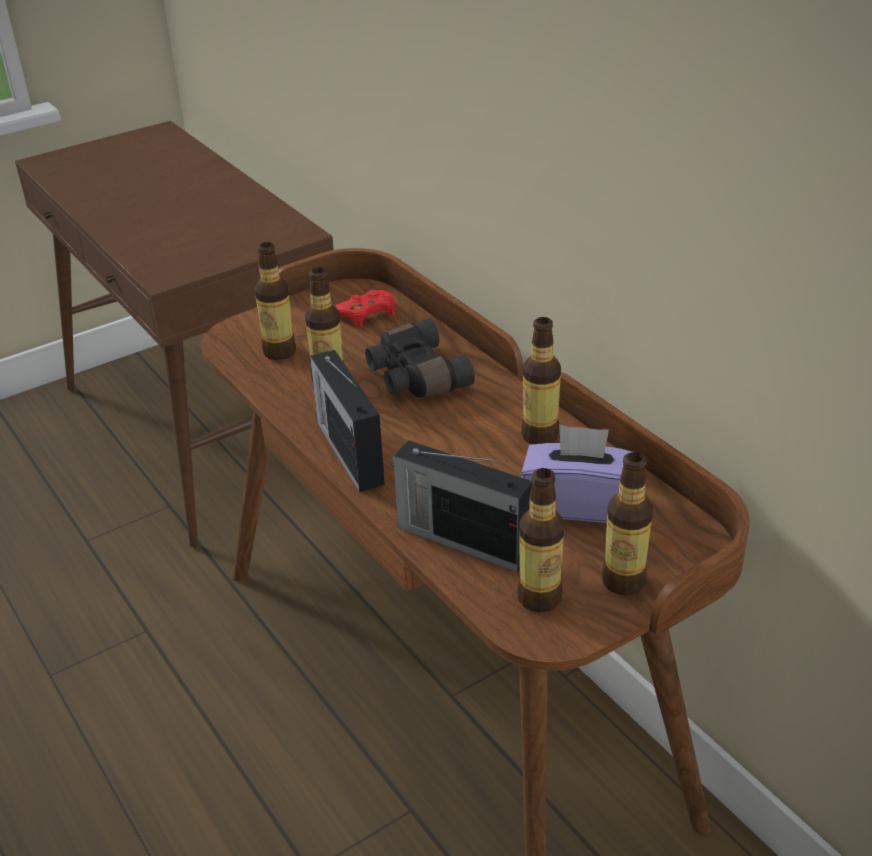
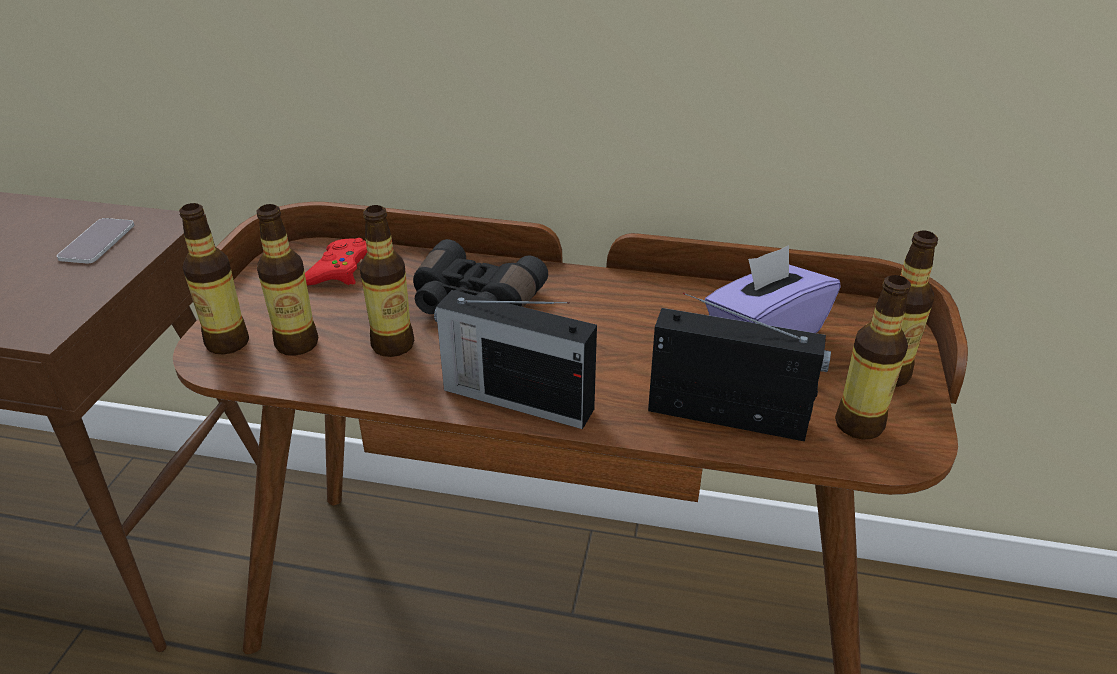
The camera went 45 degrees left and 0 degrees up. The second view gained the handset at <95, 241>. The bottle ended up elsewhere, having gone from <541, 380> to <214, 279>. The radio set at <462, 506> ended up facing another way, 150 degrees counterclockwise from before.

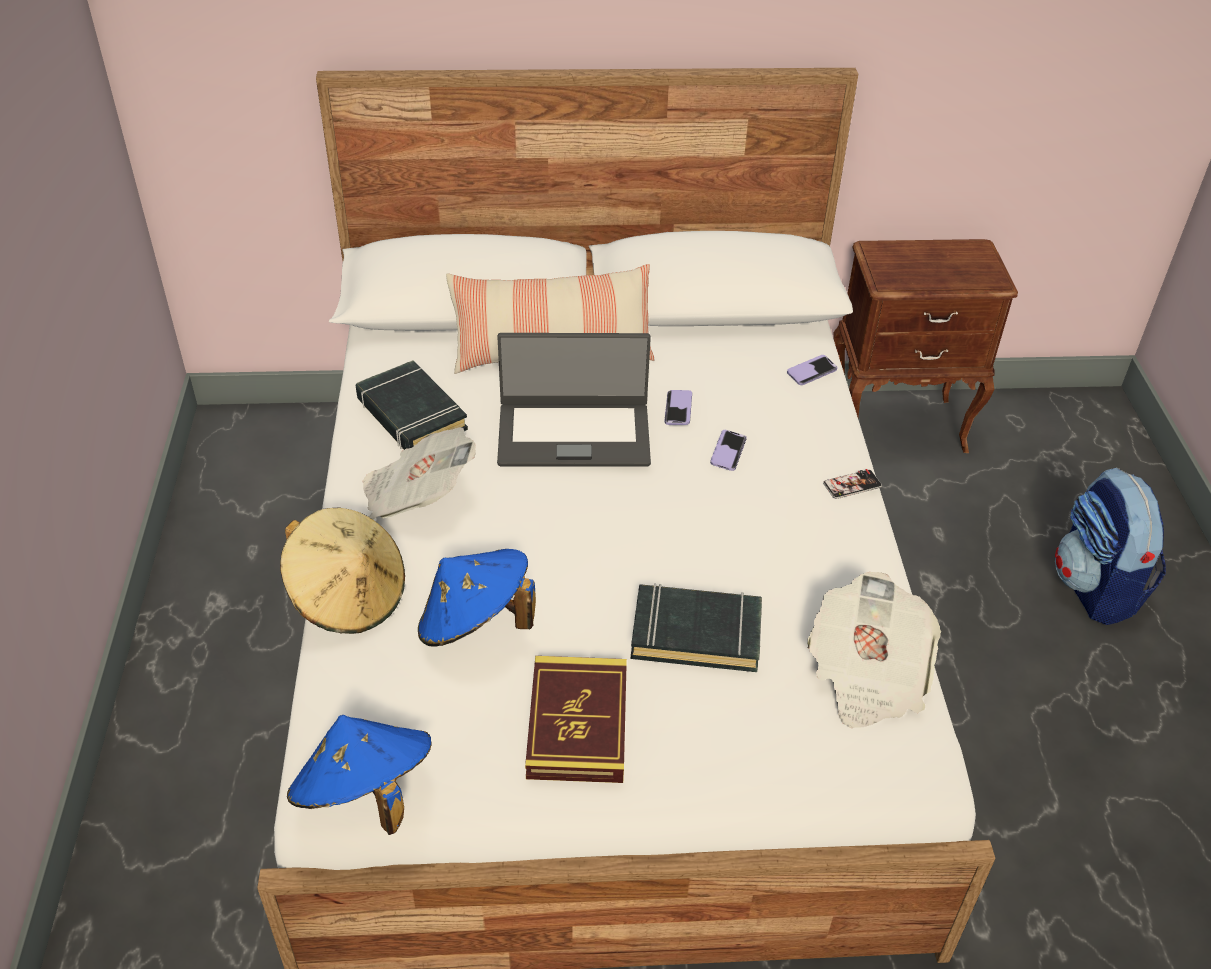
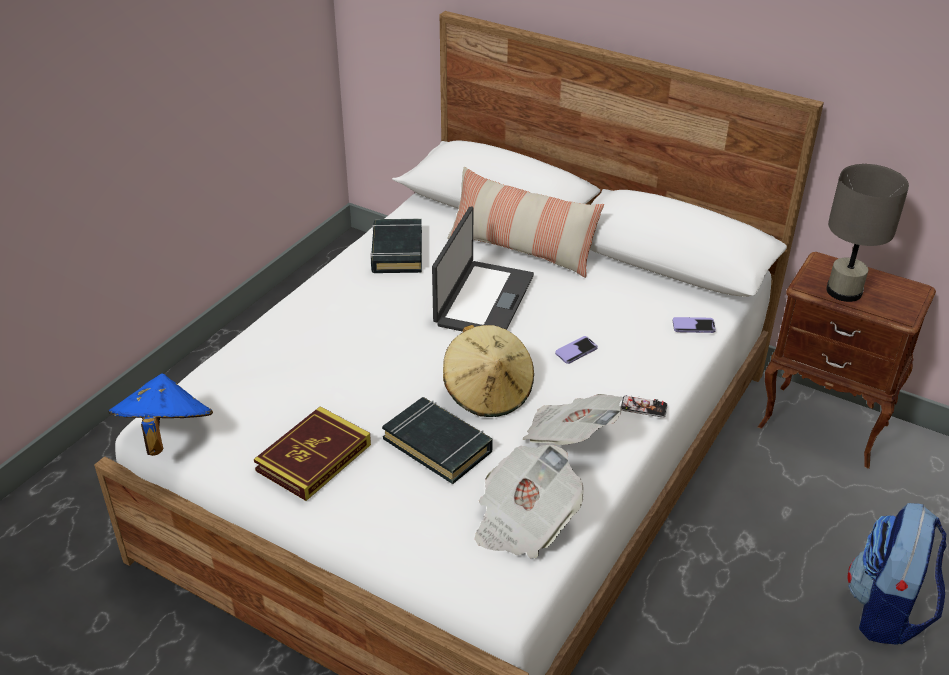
The camera went 35 degrees right and 5 degrees down. The laptop at <574, 399> ended up facing another way, 105 degrees counterclockwise from before. The hat/beige-coloured ended up elsewhere, having gone from <342, 570> to <488, 371>. The printed paper ended up elsewhere, having gone from <419, 473> to <572, 419>. The second view gained the tabletop lamp/gray at <867, 233>. The second view lost the hat/blue at <477, 598>. The second view lost the handset at <678, 407>.

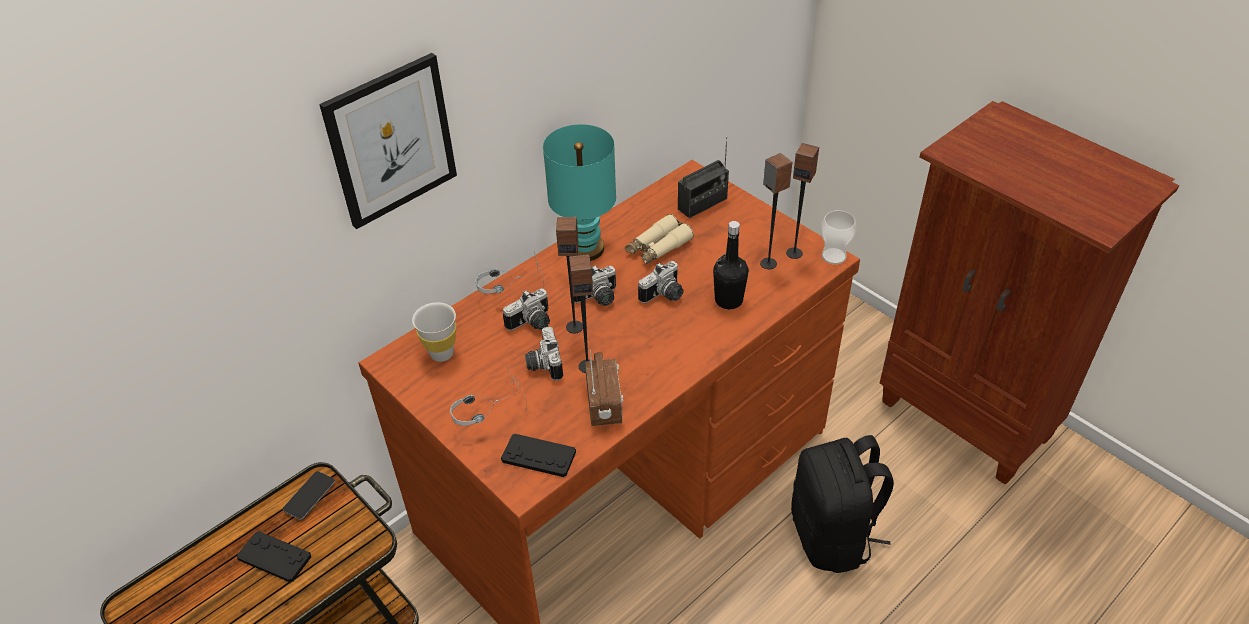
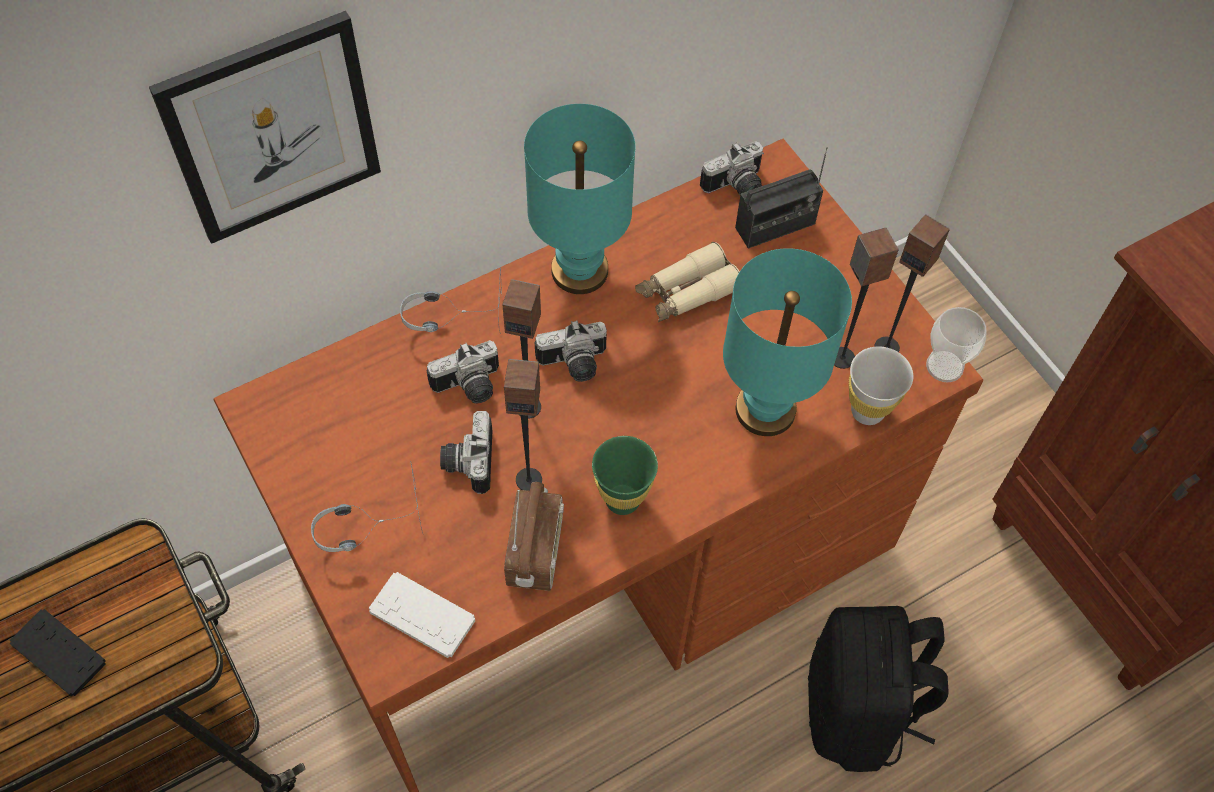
The camera went 10 degrees right and 15 degrees up. What was the joypad/blackish at <538, 455> turned into the joypad/white at <422, 615>. The second view gained the drinking cup/greenish at <625, 475>. The still camera ended up elsewhere, having gone from <661, 282> to <732, 168>. Where the bottle/blackish stood at <731, 265>, the tabletop lamp/turquoise came to stand at <787, 342>. The drinking cup/white ended up elsewhere, having gone from <434, 332> to <881, 385>. The second view lost the handset at <309, 495>.

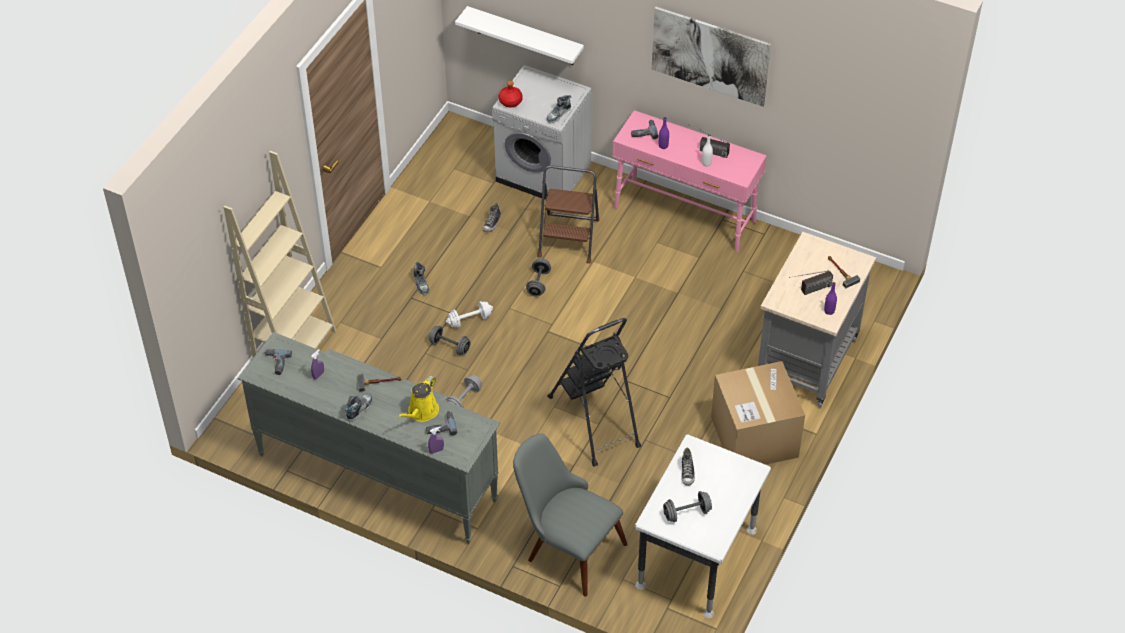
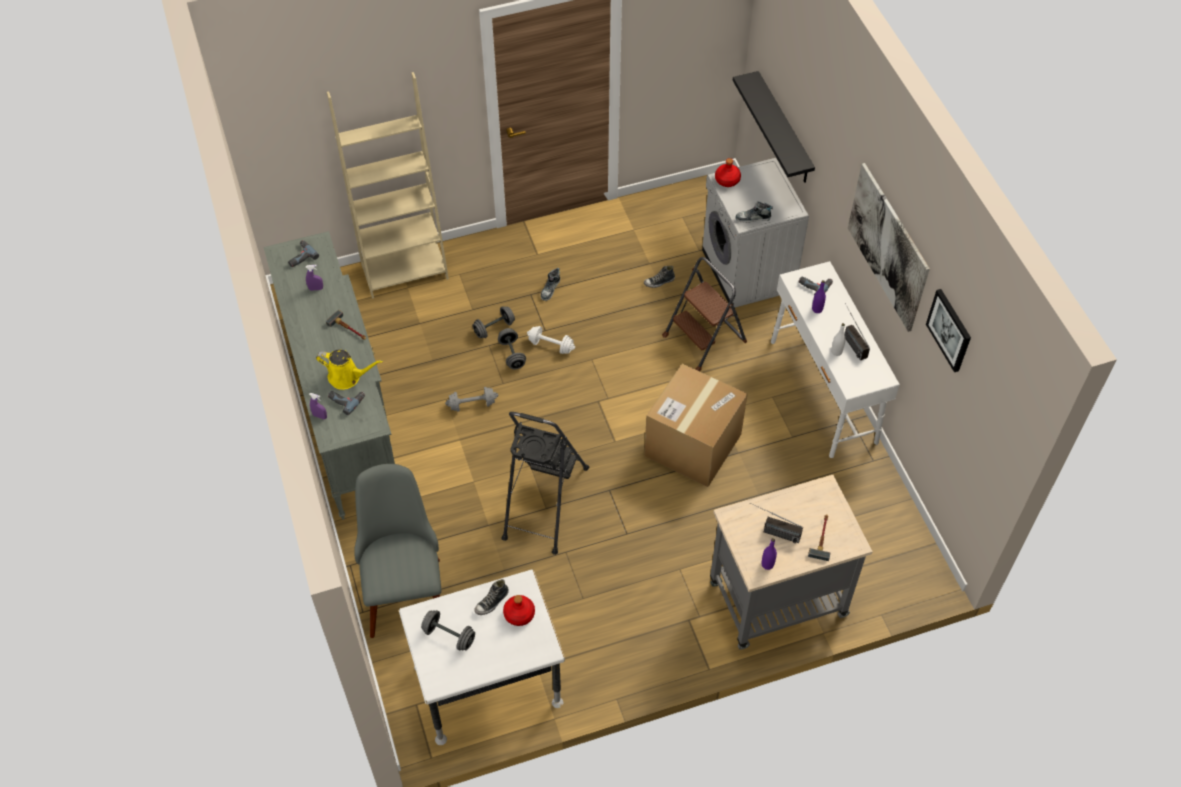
The camera went 45 degrees right and 5 degrees up. The sprinkling can/yellow at <418, 399> ended up facing another way, 150 degrees counterclockwise from before. The dumbbell/gray ended up elsewhere, having gone from <538, 277> to <494, 322>. The second view gained the bottle/red at <519, 610>. The cardboard box ended up elsewhere, having gone from <758, 413> to <696, 425>. What was the bracket shelf/white at <519, 35> turned into the bracket shelf/blackish at <774, 127>. What was the hall table/pinkish at <689, 181> turned into the hall table/white at <835, 359>. The second view gained the wall art at <948, 330>. The second view lost the low shoe at <359, 407>.

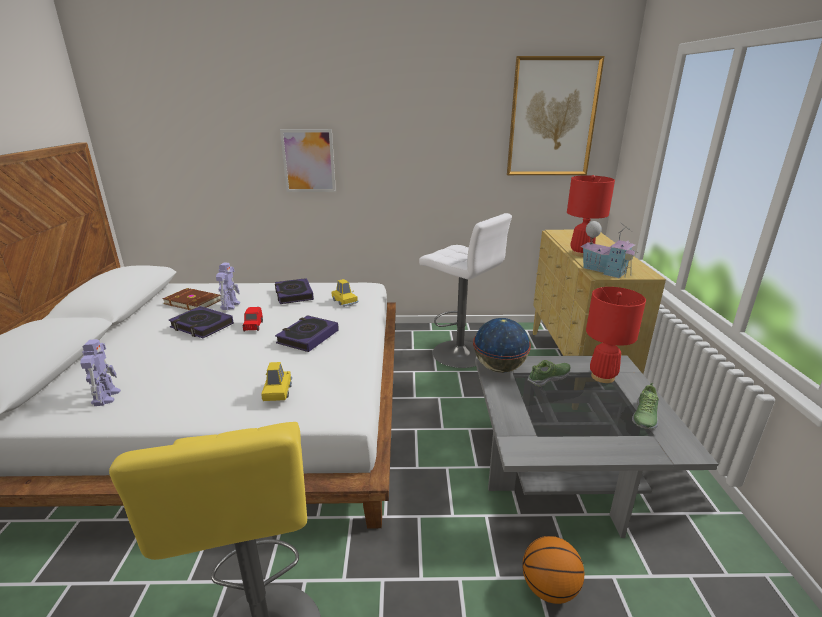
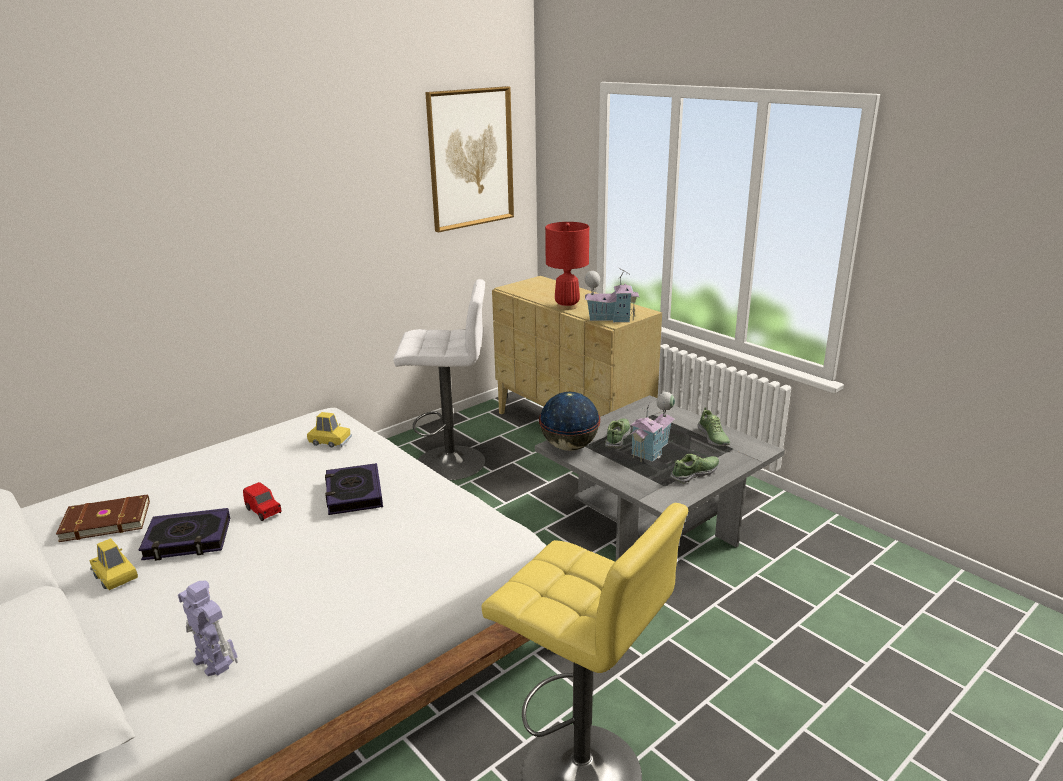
The camera went 40 degrees left and 0 degrees up. The toy car/yellow ended up elsewhere, having gone from <277, 381> to <114, 564>. The second view gained the model house at <652, 427>. The second view gained the low shoe at <694, 468>. The second view lost the toy robot at <228, 286>. The second view lost the volume at <294, 291>. The second view lost the wall art at <308, 160>. The second view lost the ball for basketball at <553, 570>. The second view lost the tabletop lamp/red at <616, 335>.

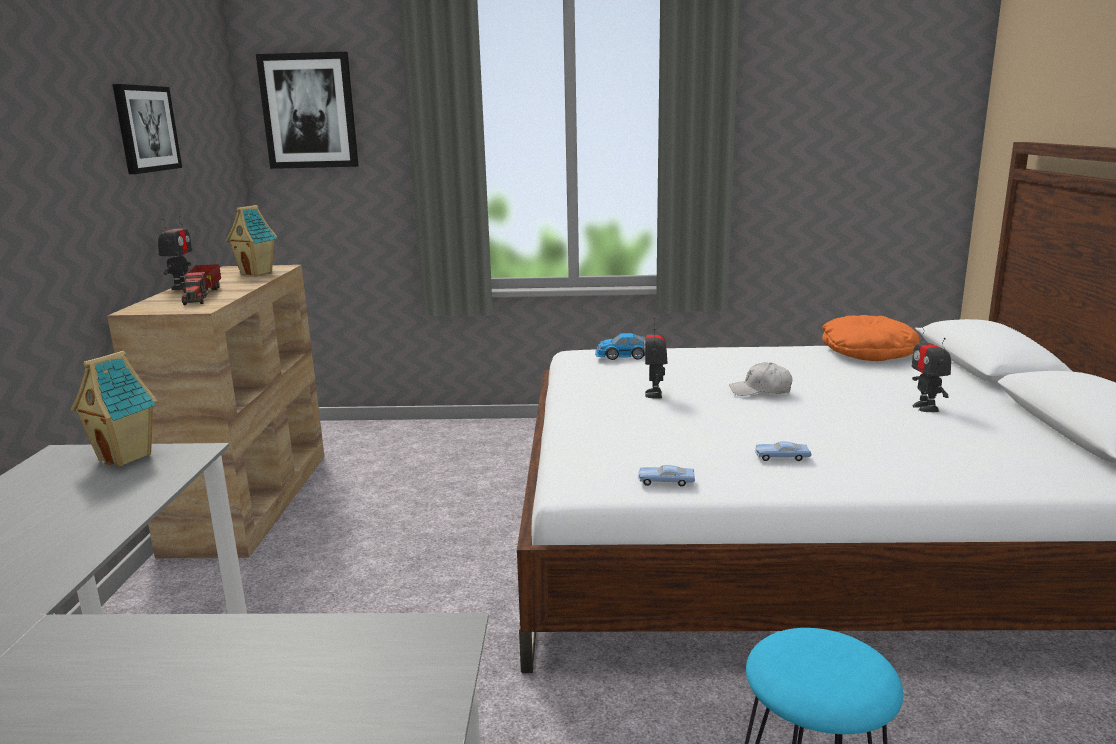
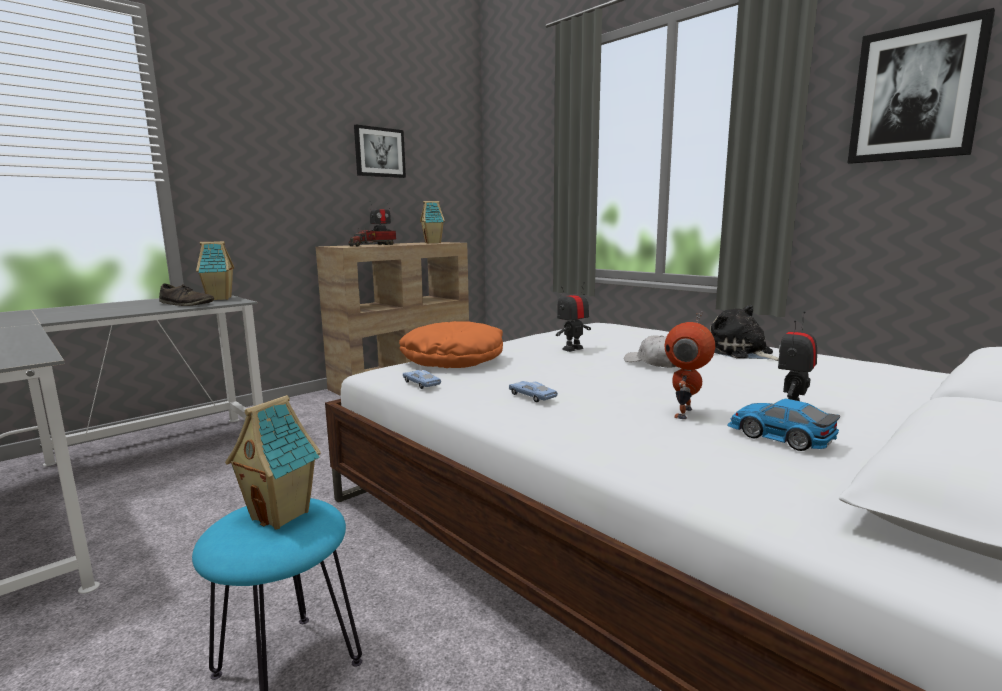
The camera went 45 degrees right and 5 degrees down. The second view gained the low shoe/brownish at <186, 295>. The second view gained the model house at <273, 462>. The cushion/orange-coloured ended up elsewhere, having gone from <871, 338> to <451, 344>. The second view gained the toy robot at <690, 365>. The second view gained the plush toy at <744, 333>. The toy car ended up elsewhere, having gone from <620, 346> to <784, 424>. The wall art ended up elsewhere, having gone from <307, 110> to <921, 86>.

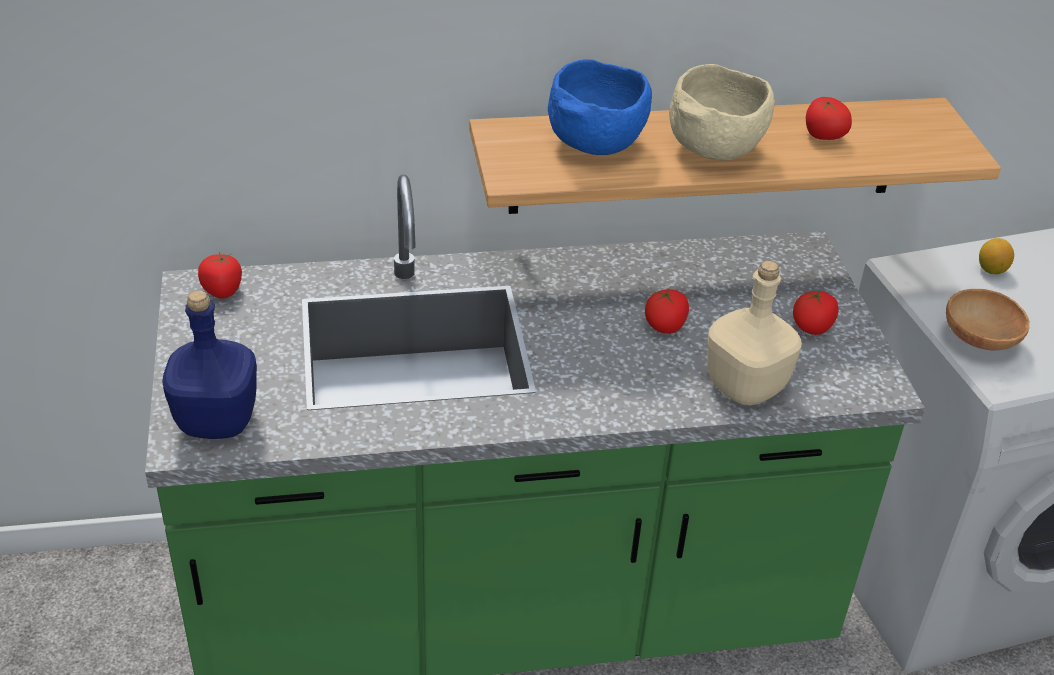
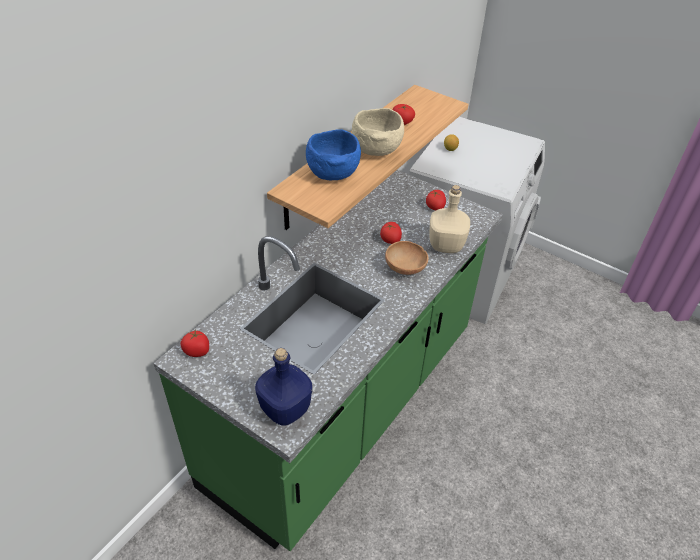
The camera went 45 degrees left and 5 degrees up. The deep dish/brownish ended up elsewhere, having gone from <988, 319> to <407, 258>.

